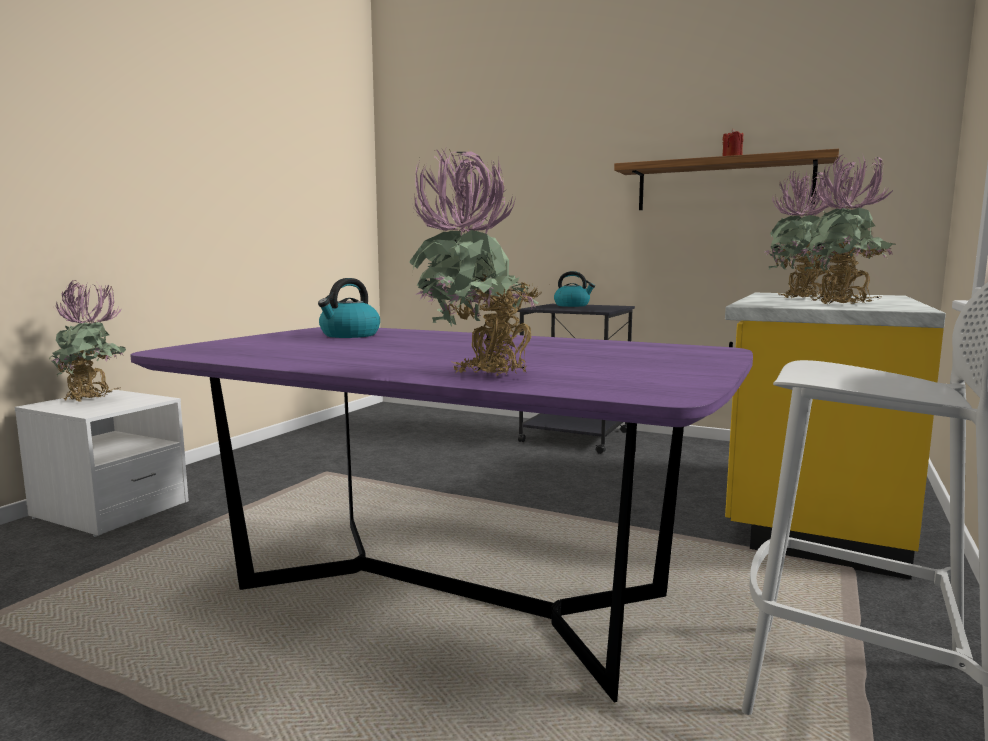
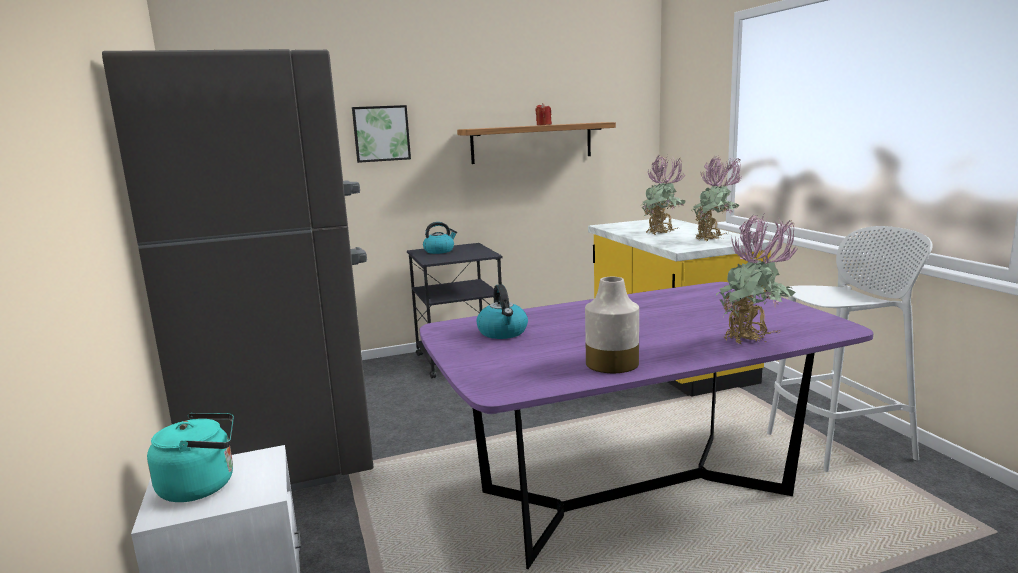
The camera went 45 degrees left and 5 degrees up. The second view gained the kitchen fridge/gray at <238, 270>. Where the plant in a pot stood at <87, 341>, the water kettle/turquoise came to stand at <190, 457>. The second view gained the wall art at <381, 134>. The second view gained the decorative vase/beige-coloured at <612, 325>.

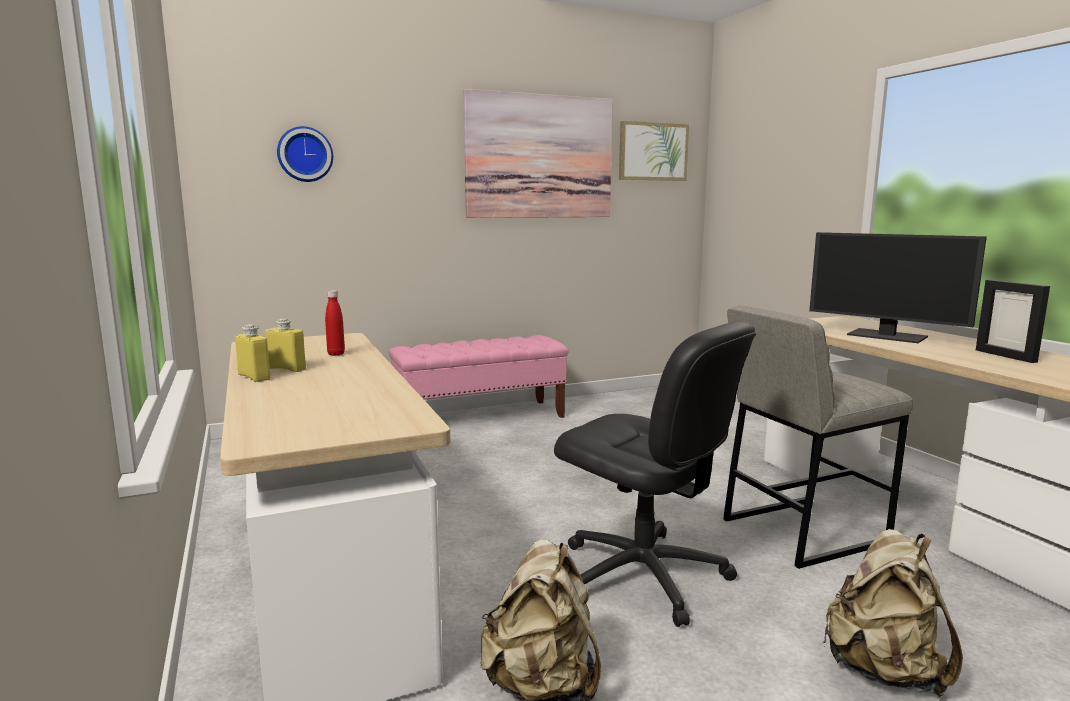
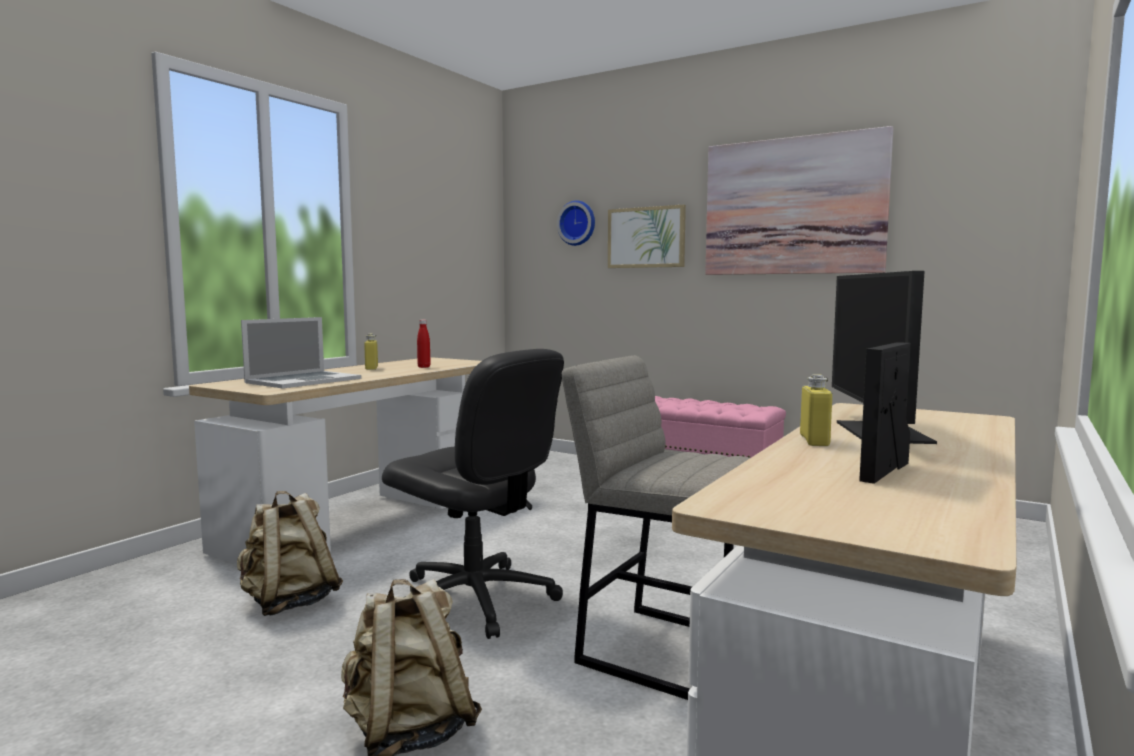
The camera went 55 degrees right and 5 degrees down. The second view gained the laptop at <301, 352>. The computer chair/blackish at <655, 474> ended up facing another way, 60 degrees counterclockwise from before. The wall art ended up elsewhere, having gone from <654, 151> to <647, 236>. The bottle/yellow ended up elsewhere, having gone from <252, 353> to <816, 410>.

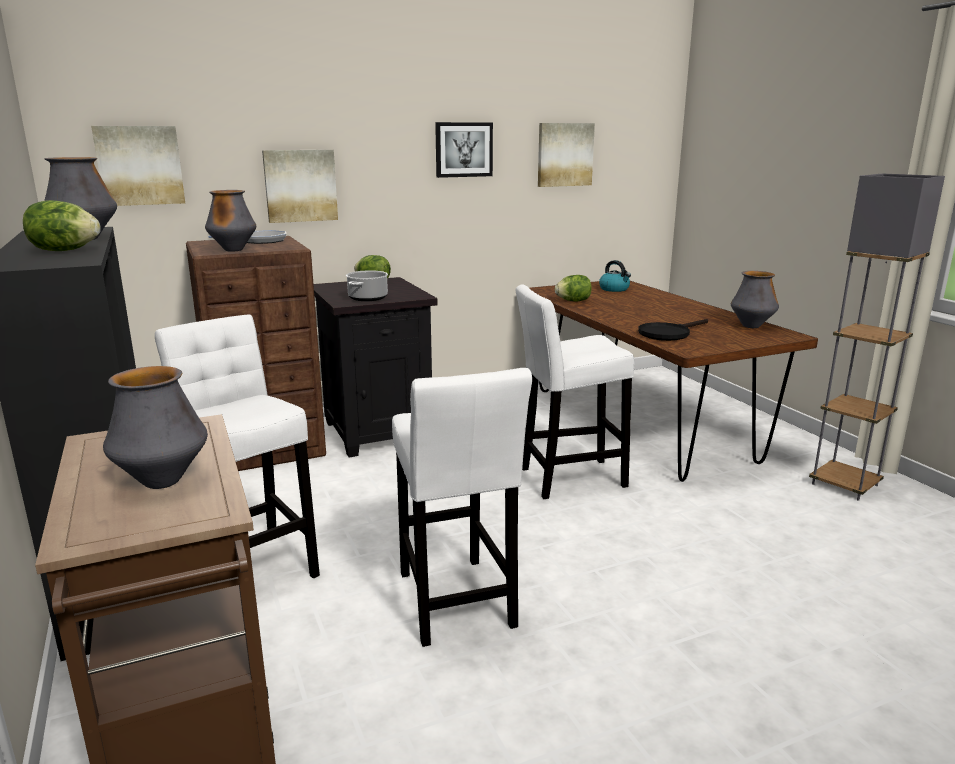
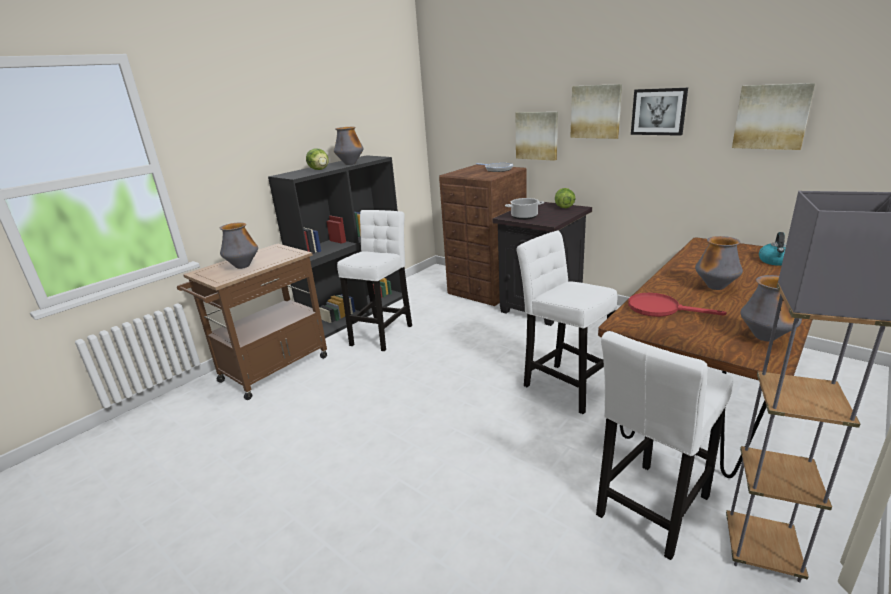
The camera went 65 degrees right and 5 degrees up. The wall art ended up elsewhere, having gone from <138, 166> to <596, 111>. The sitting stool/white ended up elsewhere, having gone from <462, 507> to <664, 445>. What was the skillet/blackish at <673, 330> turned into the skillet/red at <677, 305>. The decorative vase ended up elsewhere, having gone from <230, 221> to <719, 263>. The second view lost the head of lettuce at <573, 288>.

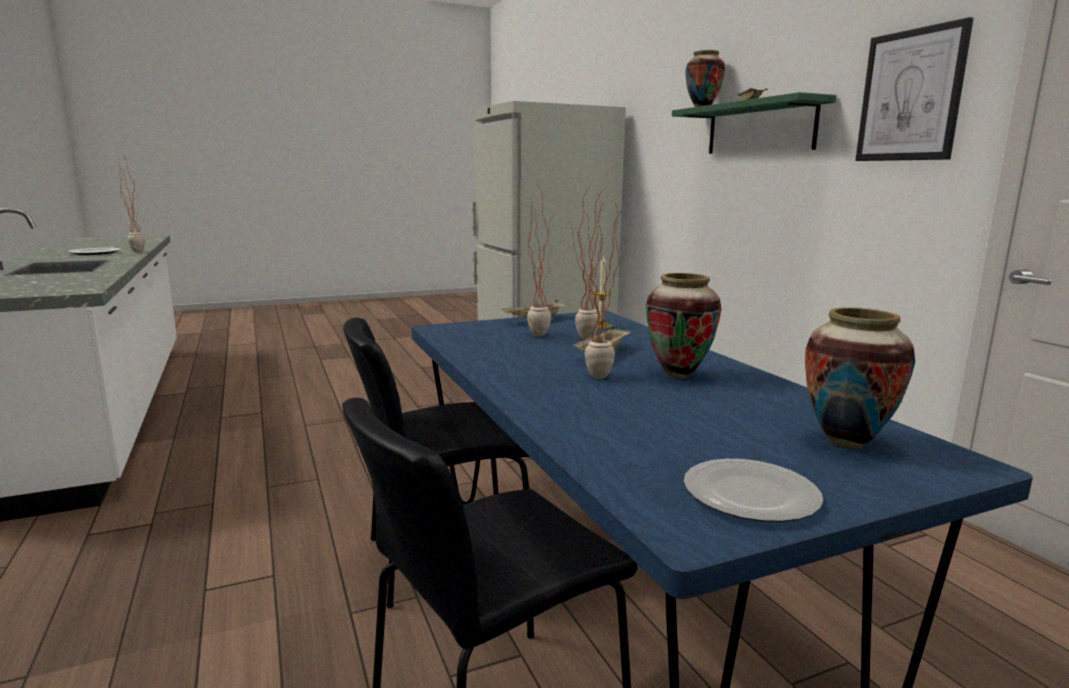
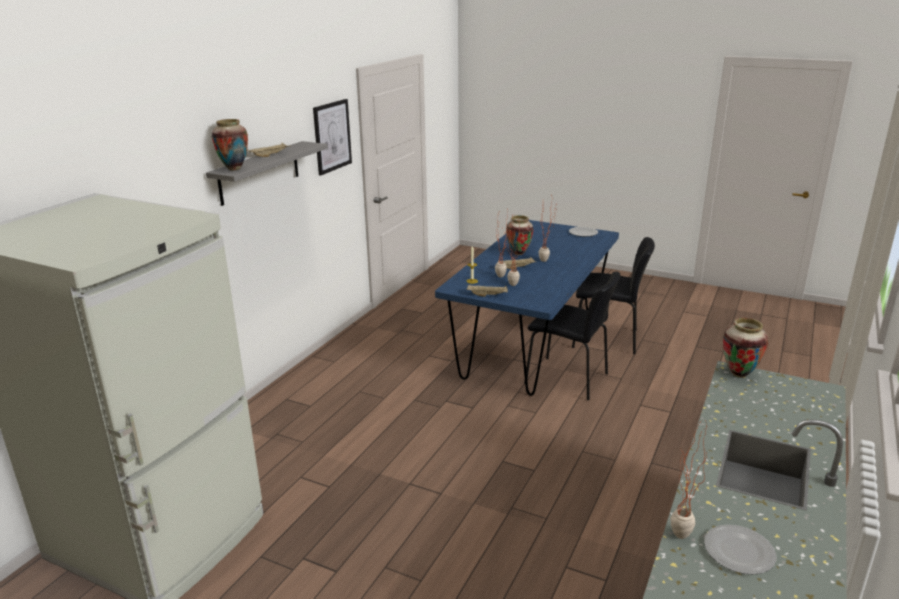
The camera went 130 degrees left and 10 degrees up. What was the bracket shelf/greenish at <754, 123> turned into the bracket shelf/gray at <267, 173>. The decorative vase ended up elsewhere, having gone from <860, 378> to <745, 348>.

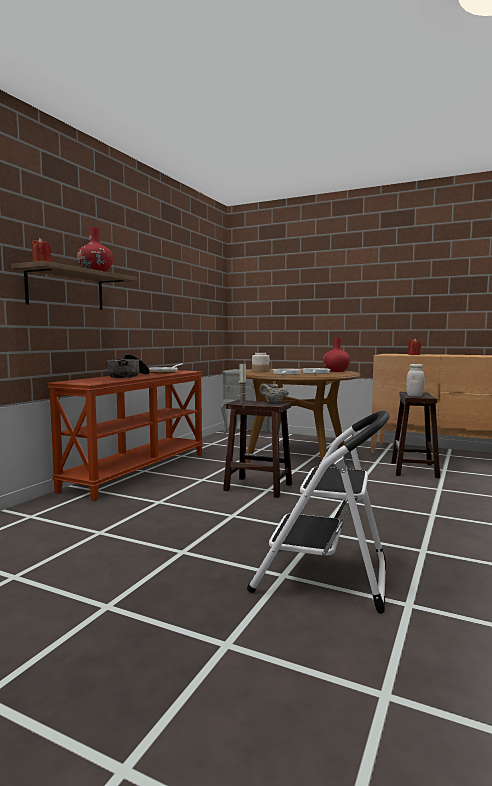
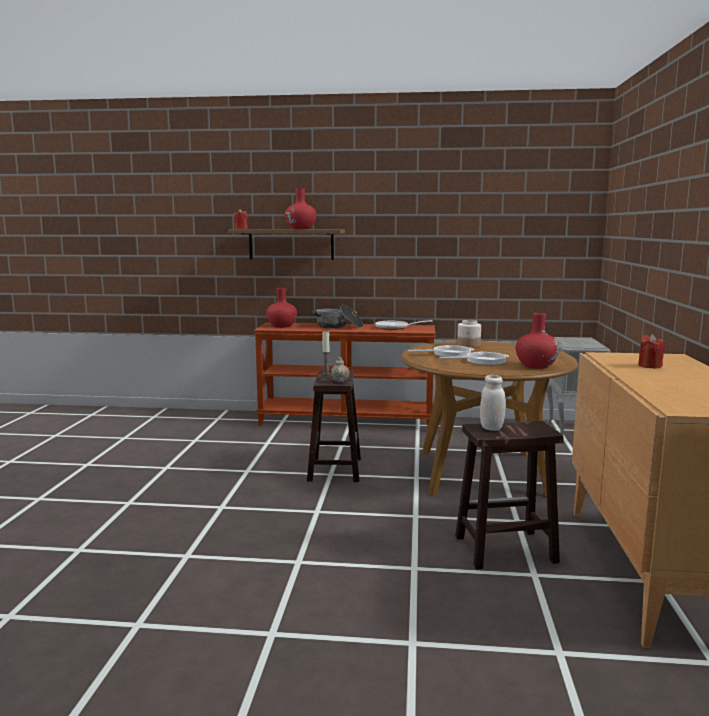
The camera went 70 degrees right and 5 degrees up. The second view gained the decorative vase/red at <281, 308>. The second view lost the stepladder at <318, 512>.

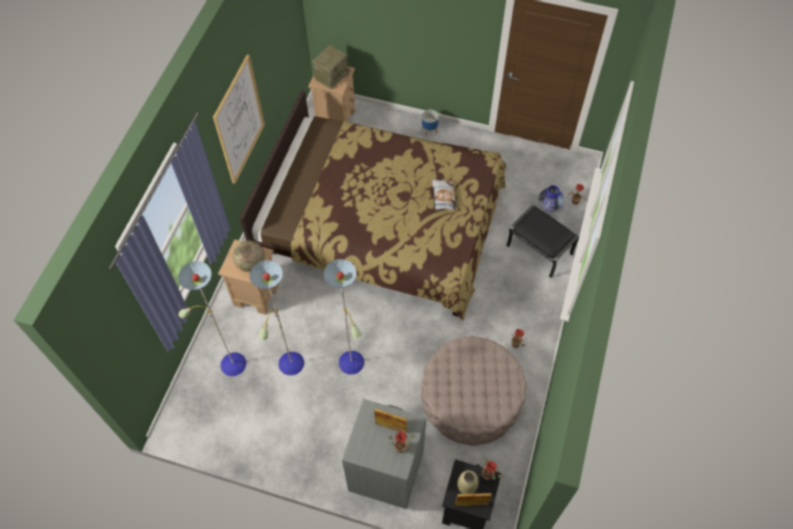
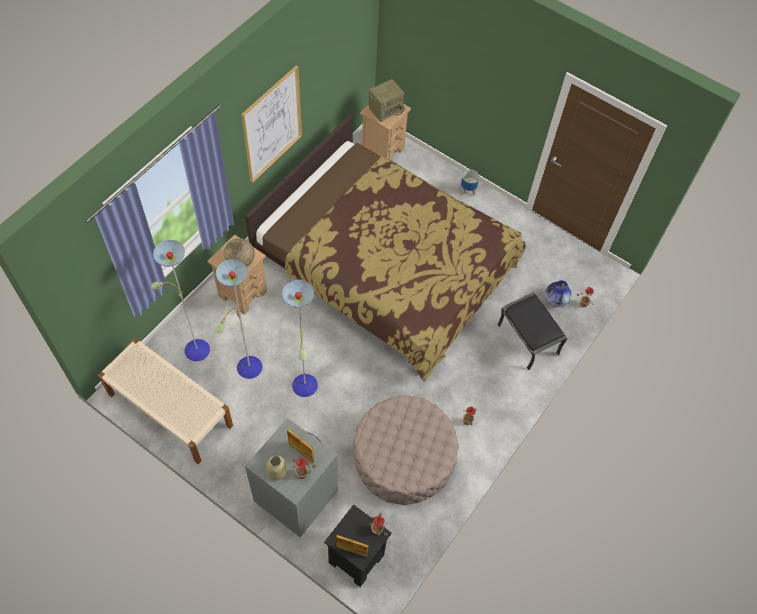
The camera went 15 degrees right and 0 degrees up. The second view gained the long seat/beige-coloured at <165, 401>. The decorative vase/beige-coloured ended up elsewhere, having gone from <468, 482> to <276, 468>. The second view lost the cushion at <444, 194>.

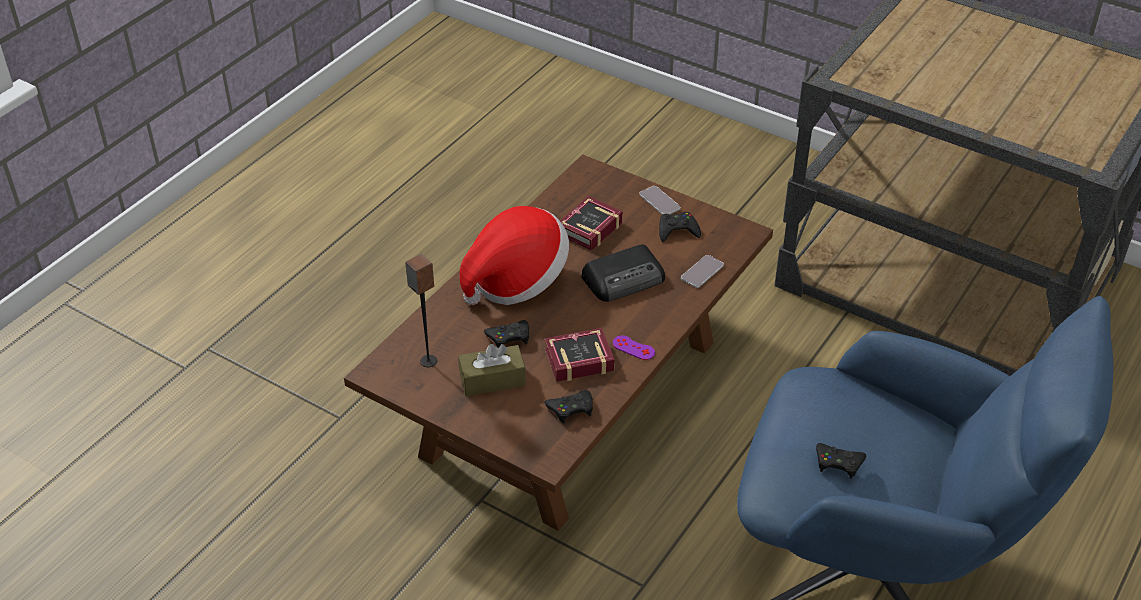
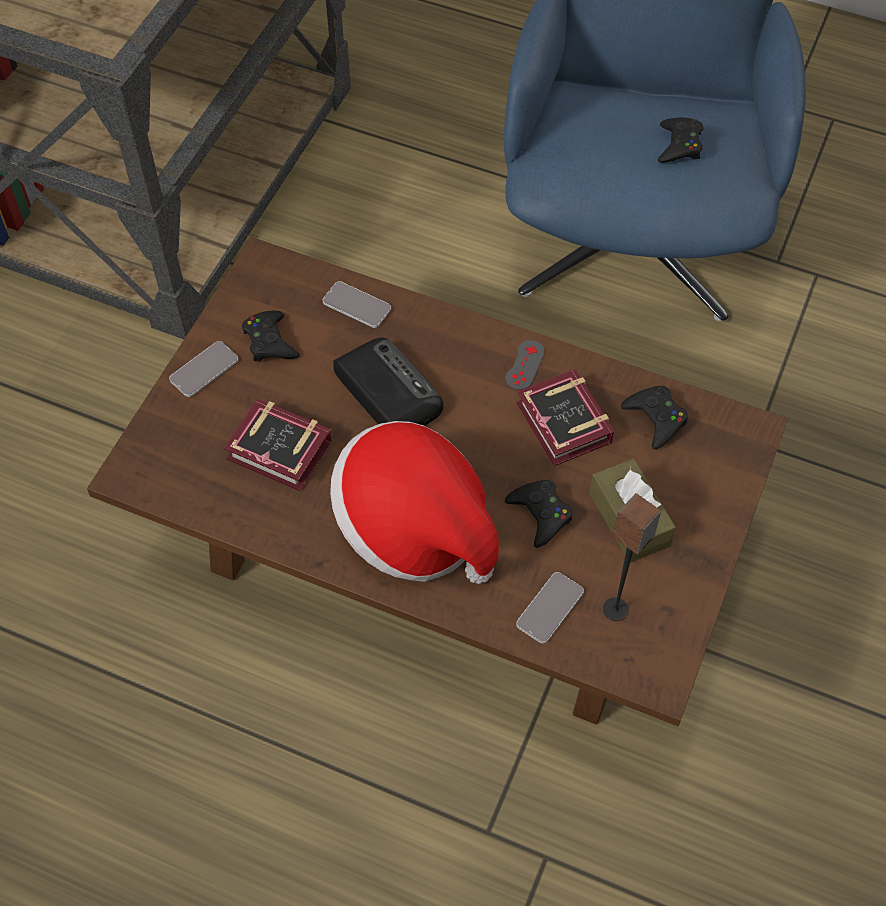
The camera went 100 degrees left and 15 degrees up. What was the joypad/purple-coloured at <634, 347> turned into the joypad/gray at <525, 365>. The second view gained the handset at <550, 608>.

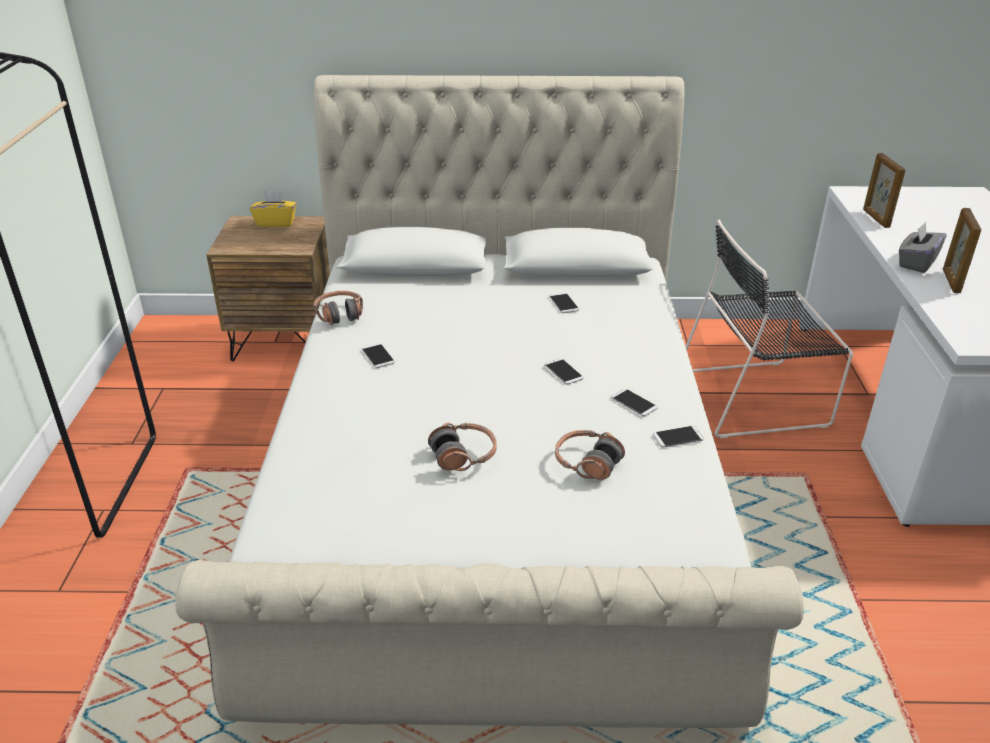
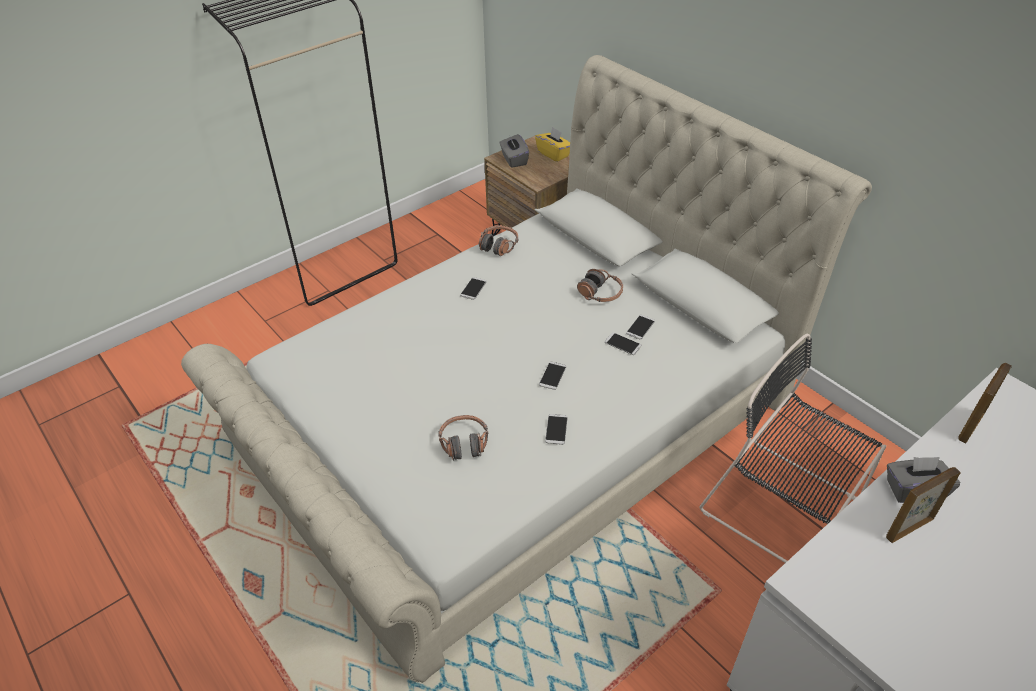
The camera went 50 degrees right and 10 degrees up. The second view gained the tissue holder/gray at <514, 151>. The pair of headphones ended up elsewhere, having gone from <462, 447> to <600, 285>. The handset ended up elsewhere, having gone from <678, 437> to <623, 344>.

